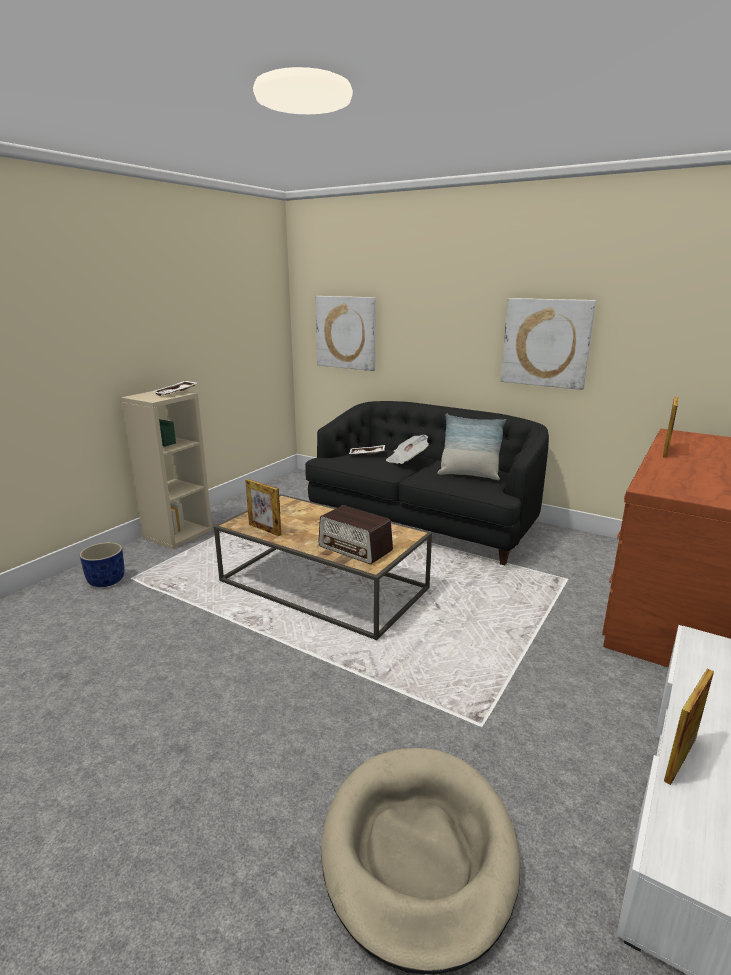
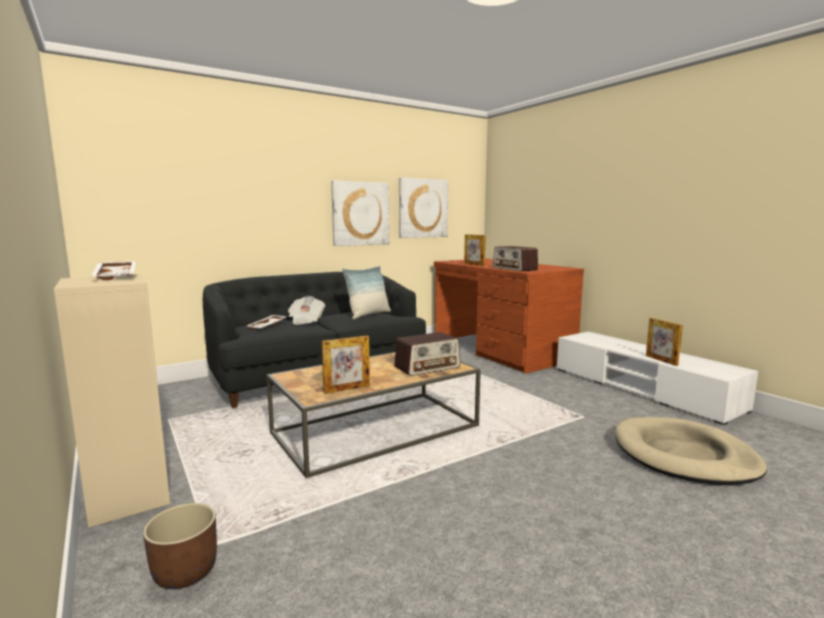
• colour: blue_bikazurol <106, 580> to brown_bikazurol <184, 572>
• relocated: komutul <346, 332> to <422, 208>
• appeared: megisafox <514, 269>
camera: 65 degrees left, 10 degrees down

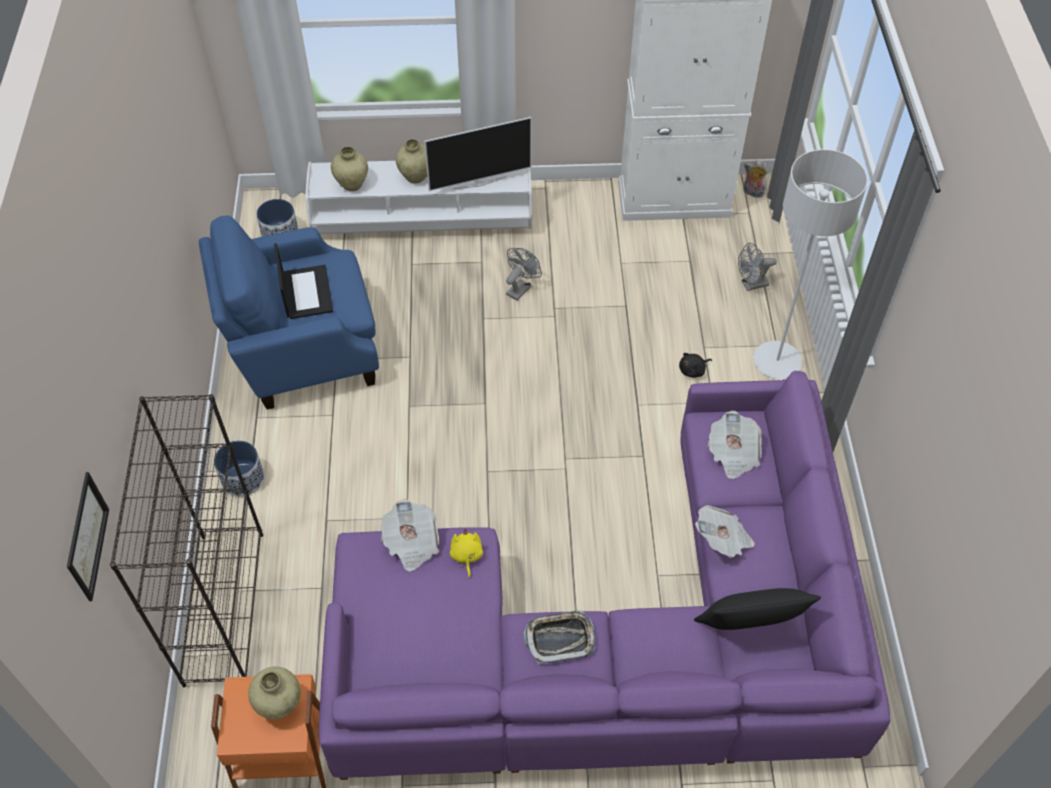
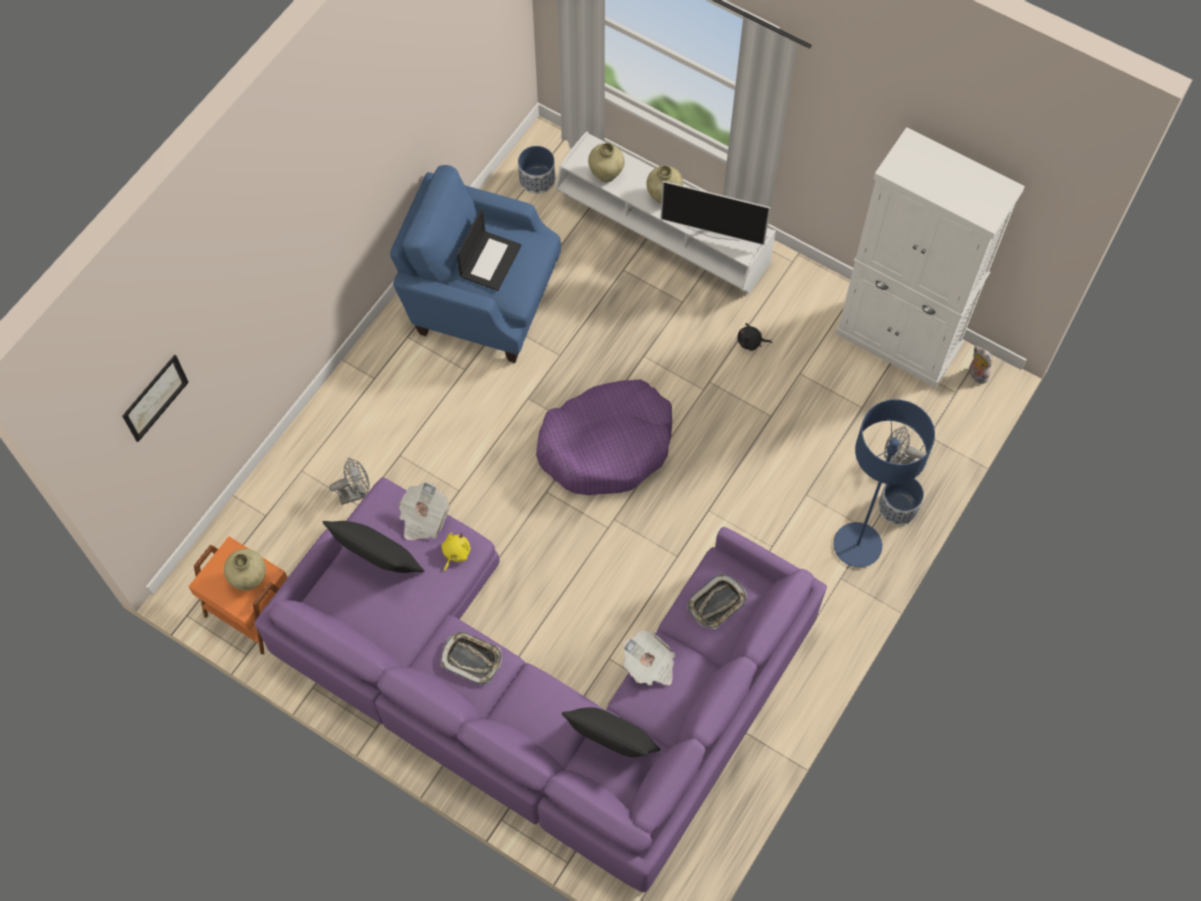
• appeared: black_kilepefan <379, 562>
• relocated: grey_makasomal <520, 288> to <355, 493>
• appeared: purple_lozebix <606, 445>
• exchanged: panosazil <733, 454> to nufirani <717, 603>
• relocated: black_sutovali <693, 370> to <751, 342>
• colour: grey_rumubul <777, 361> to blue_rumubul <857, 545>
• relocated: bikazurol <243, 479> to <897, 507>
• missing: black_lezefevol <223, 606>
camera: 35 degrees right, 10 degrees up

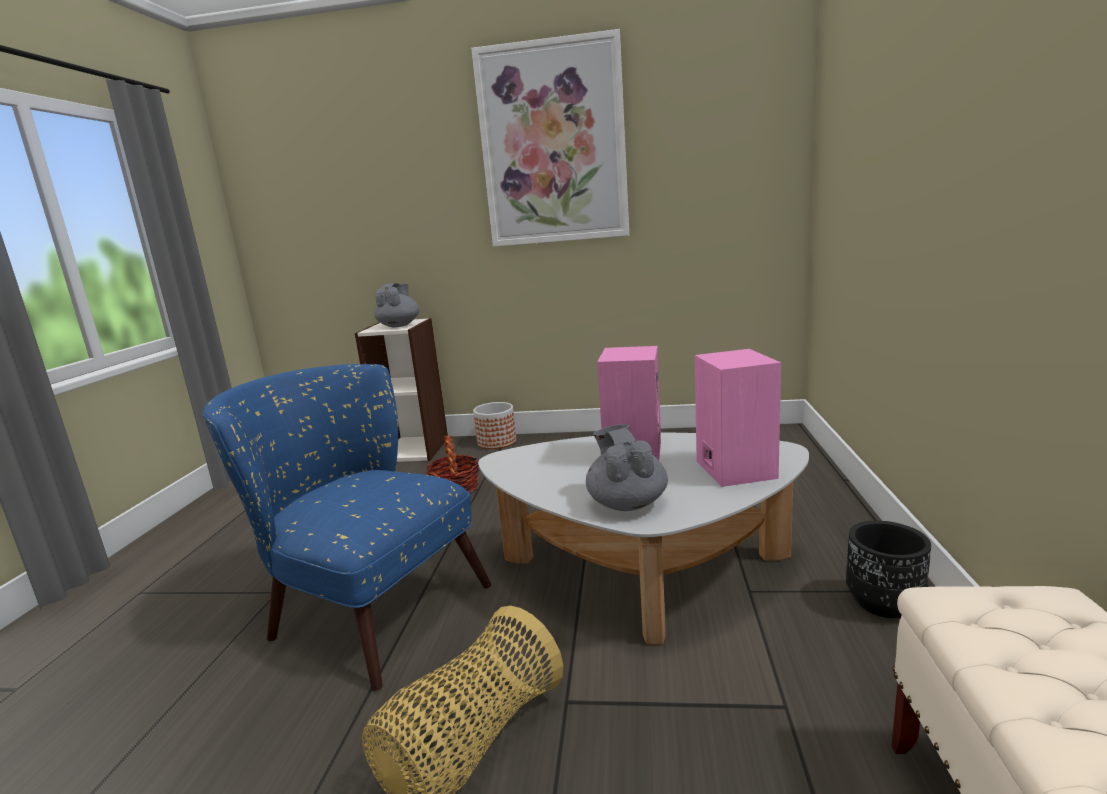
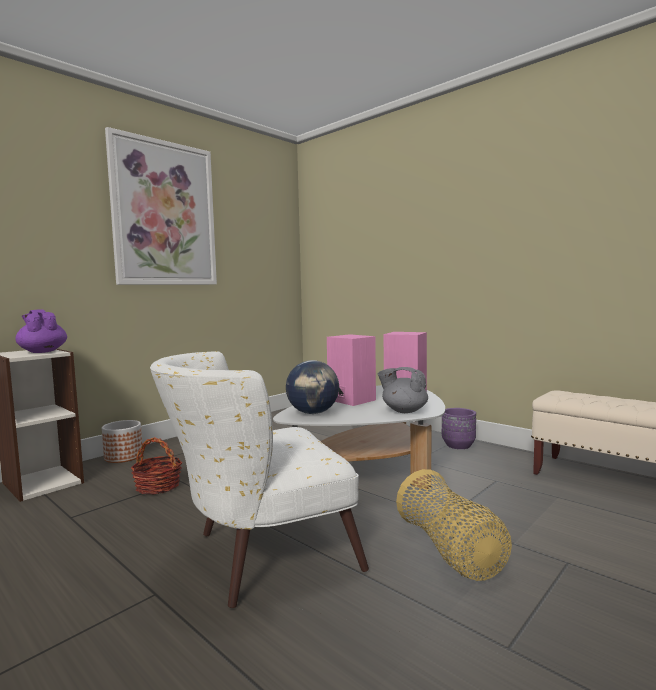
• colour: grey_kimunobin <399, 325> to purple_kimunobin <42, 352>
• colour: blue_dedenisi <367, 606> to white_dedenisi <259, 555>
• appeared: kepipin <313, 413>
• colour: black_bikazurol <884, 603> to purple_bikazurol <458, 445>
camera: 55 degrees left, 10 degrees down

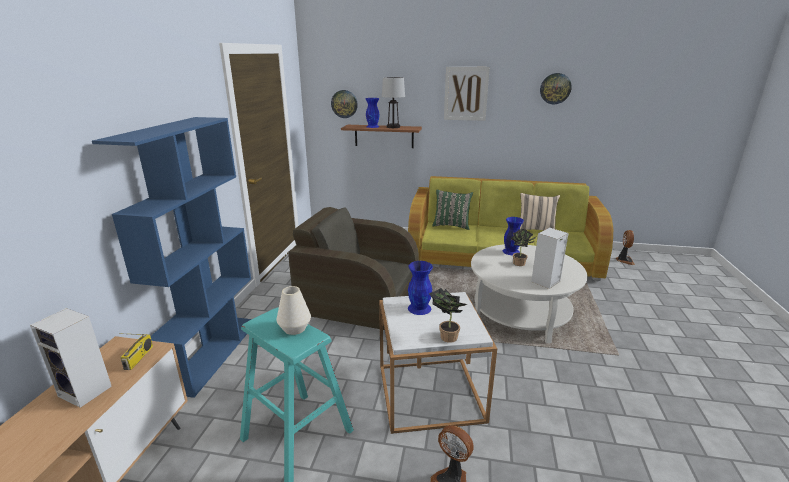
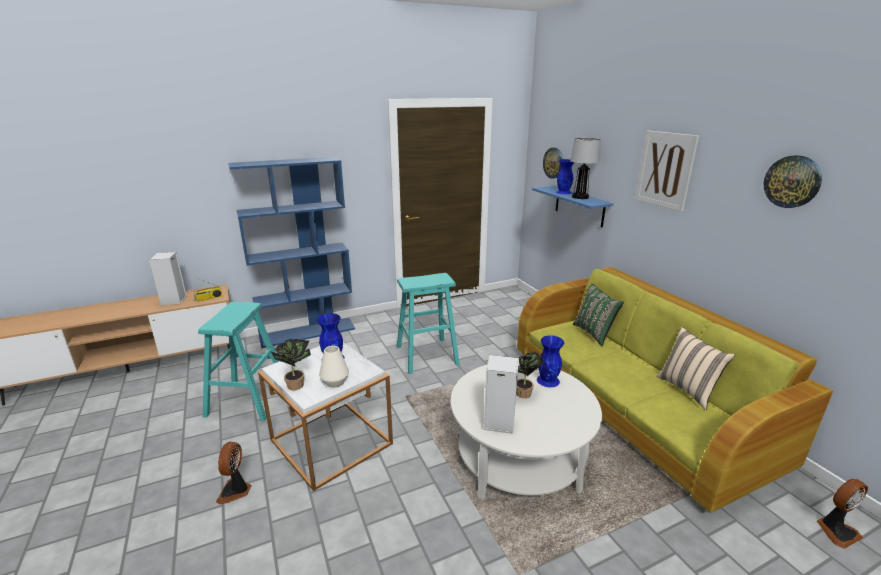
• relocated: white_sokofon <294, 328> to <335, 382>
• exchanged: brown_dedenisi <359, 301> to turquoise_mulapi <427, 355>
• colour: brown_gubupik <384, 136> to blue_gubupik <579, 206>
camera: 55 degrees right, 0 degrees up

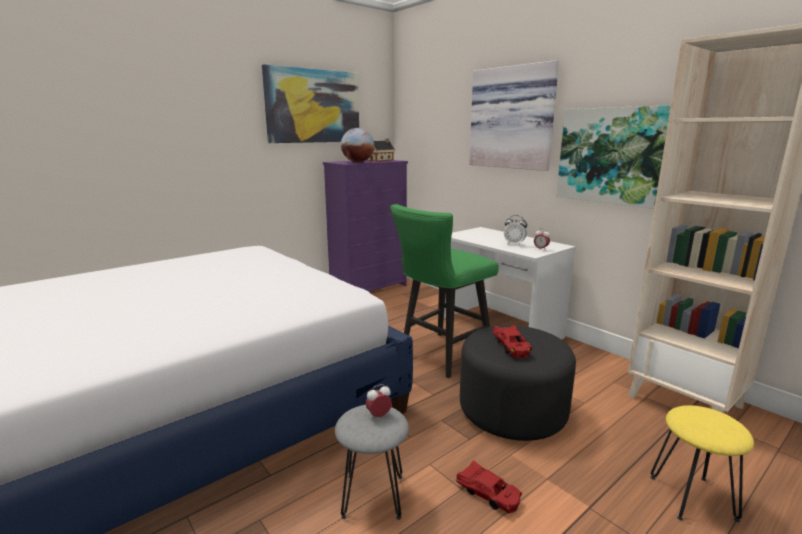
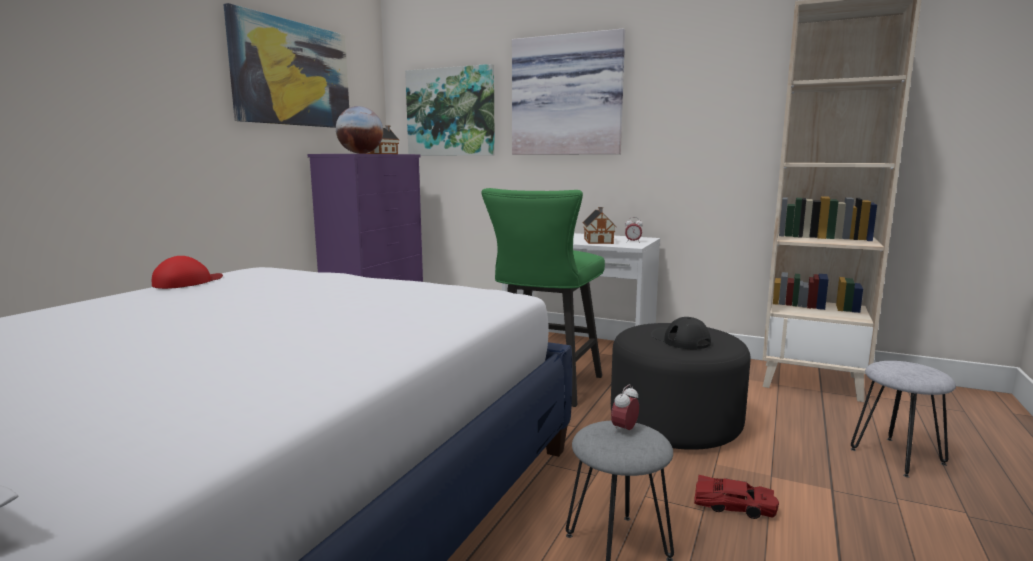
• appeared: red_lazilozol <187, 282>
• relocated: komutul <612, 156> to <451, 112>
• exchanged: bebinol <514, 244> to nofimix <598, 240>
• exchanged: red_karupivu <511, 347> to black_lazilozol <680, 340>
• colour: yellow_mulapi <692, 497> to grey_mulapi <896, 456>
camera: 25 degrees left, 5 degrees down

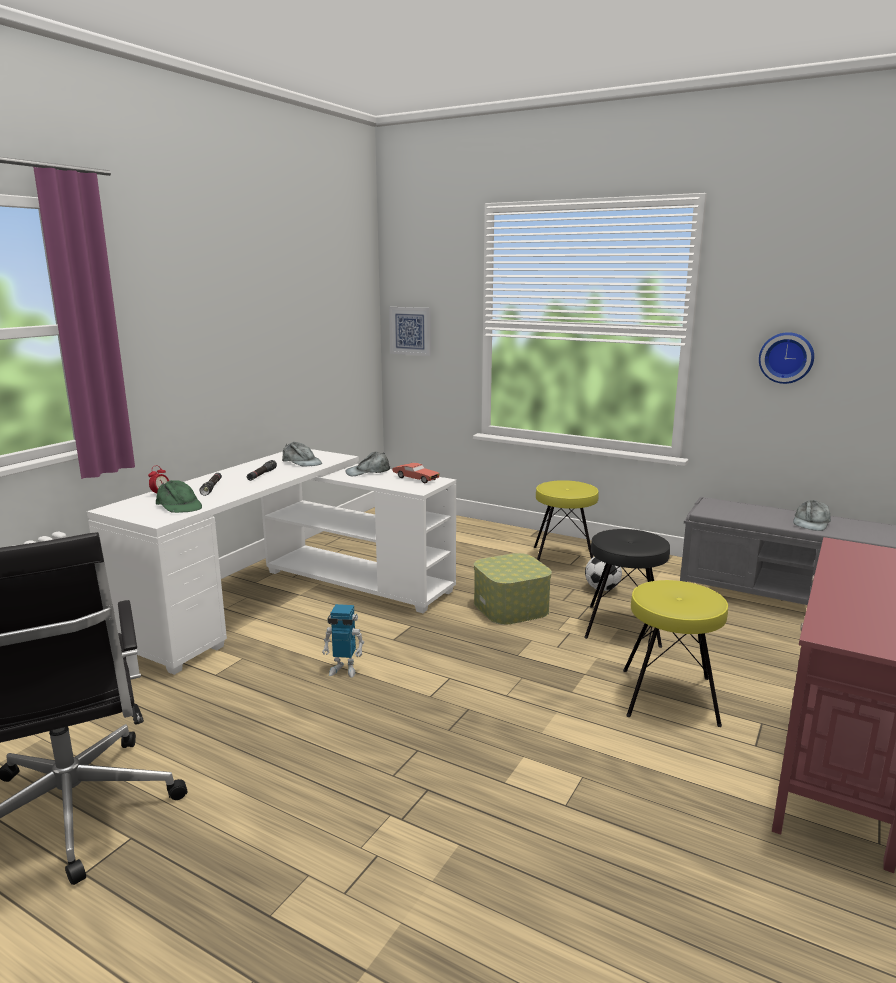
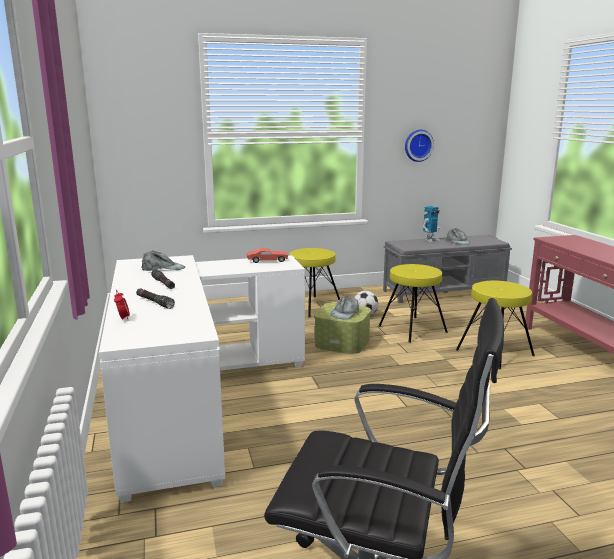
• relocated: grey_lazilozol <368, 472> to <345, 313>
• colour: black_mulapi <624, 625> to yellow_mulapi <412, 329>
• relocated: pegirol <344, 669> to <430, 240>
• missing: green_lazilozol <179, 505>
• missing: komutul <411, 331>
camera: 45 degrees left, 0 degrees up

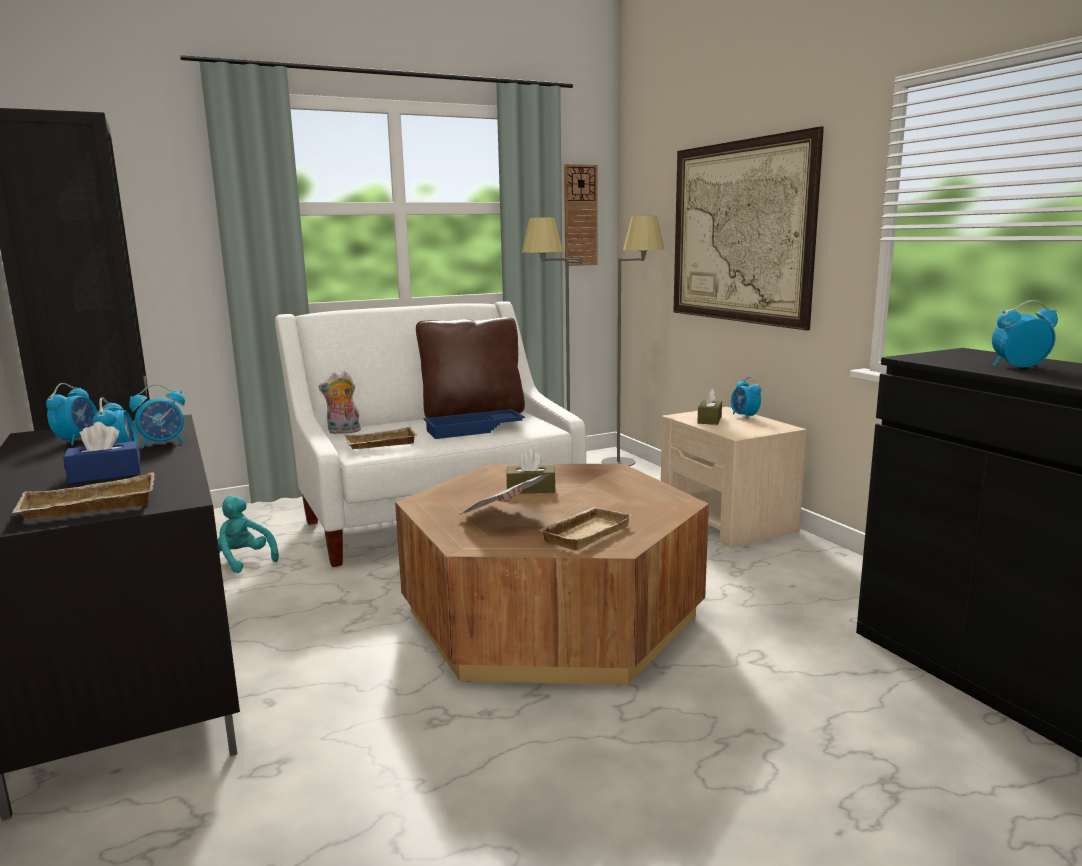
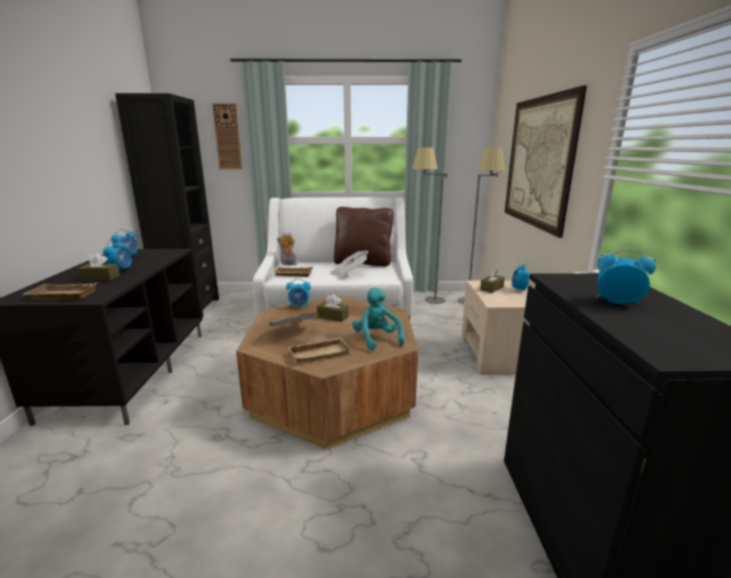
• colour: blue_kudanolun <105, 474> to brown_kudanolun <100, 278>
• relocated: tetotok <580, 215> to <228, 137>
• relocated: bebinol <163, 444> to <299, 306>
• exchanged: blue_nufirani <474, 430> to panosazil <348, 273>
• relocated: turquoise_sutovali <242, 561> to <376, 339>
camera: 25 degrees right, 5 degrees up

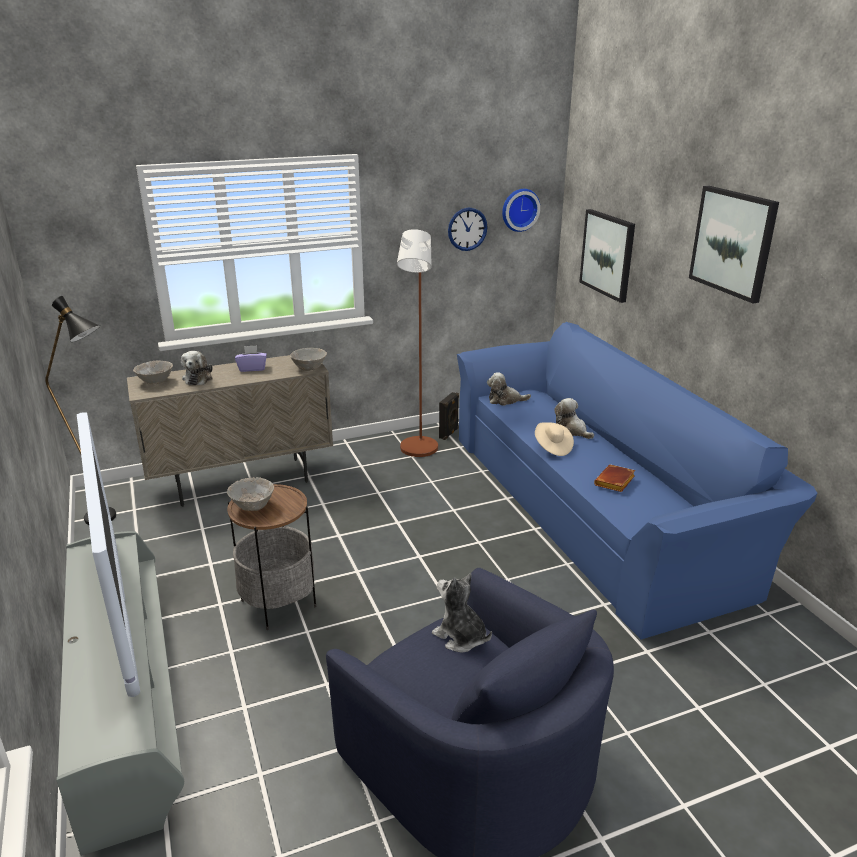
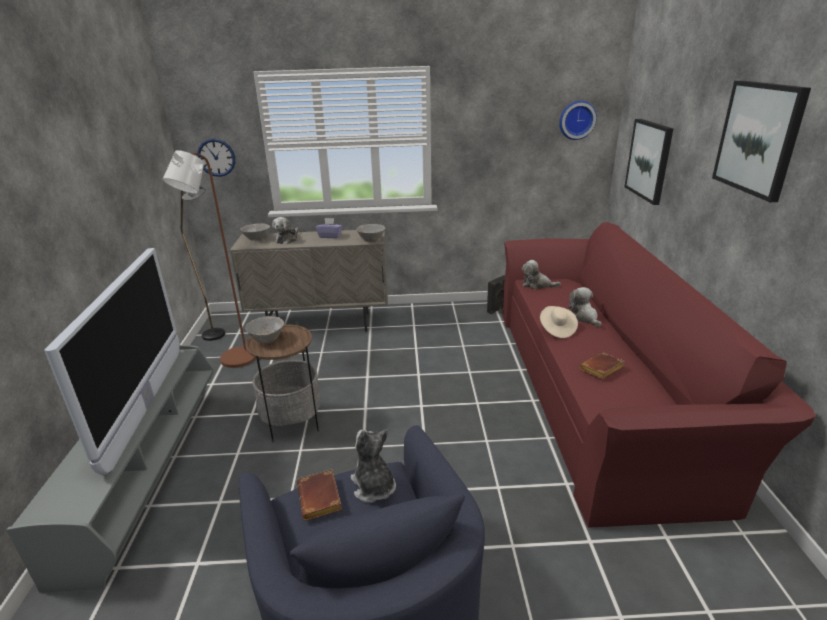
• relocated: brown_rumubul <418, 451> to <233, 361>
• relocated: tetotok <467, 229> to <216, 157>
• appeared: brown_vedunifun <321, 499>
• colour: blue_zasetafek <596, 506> to red_zasetafek <600, 390>
camera: 20 degrees right, 0 degrees up

